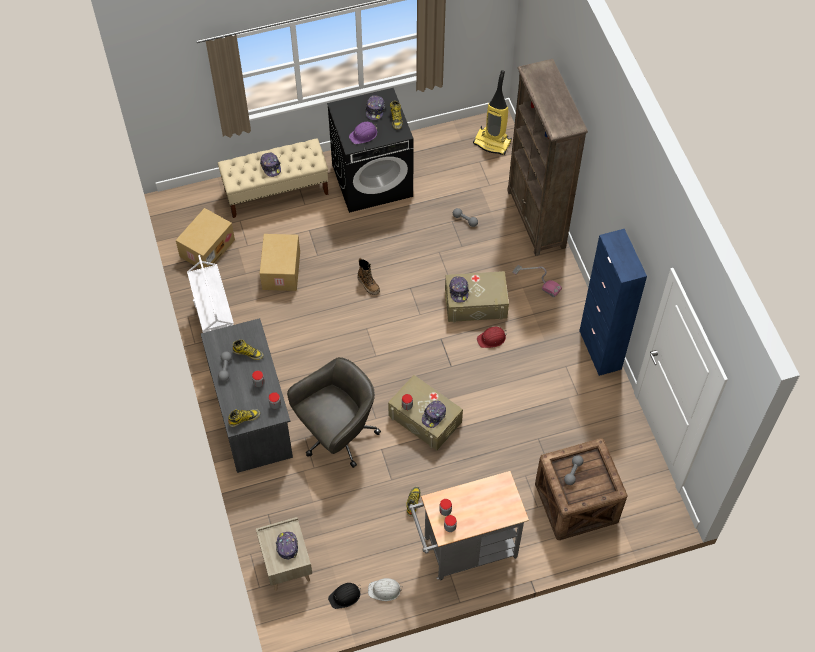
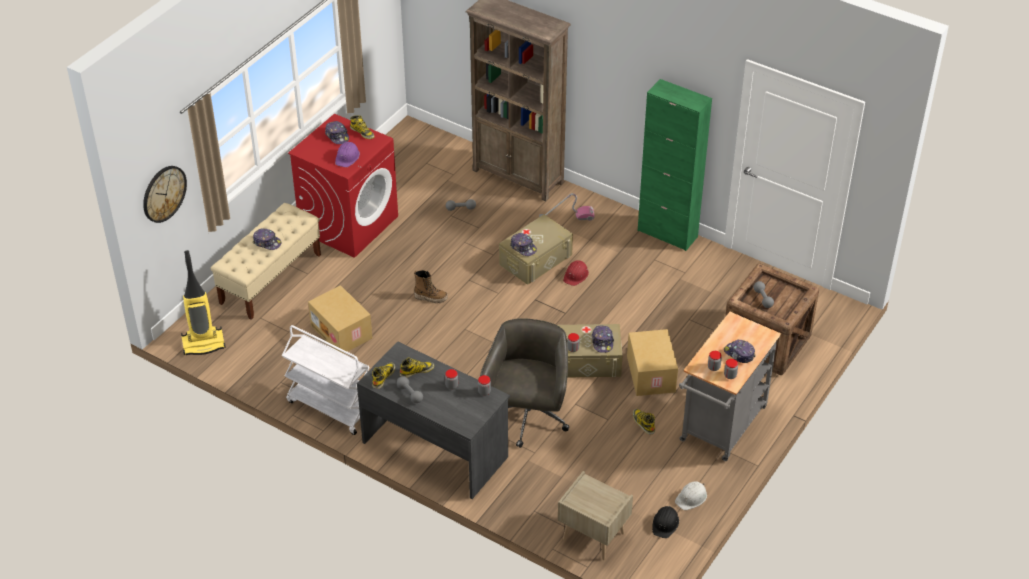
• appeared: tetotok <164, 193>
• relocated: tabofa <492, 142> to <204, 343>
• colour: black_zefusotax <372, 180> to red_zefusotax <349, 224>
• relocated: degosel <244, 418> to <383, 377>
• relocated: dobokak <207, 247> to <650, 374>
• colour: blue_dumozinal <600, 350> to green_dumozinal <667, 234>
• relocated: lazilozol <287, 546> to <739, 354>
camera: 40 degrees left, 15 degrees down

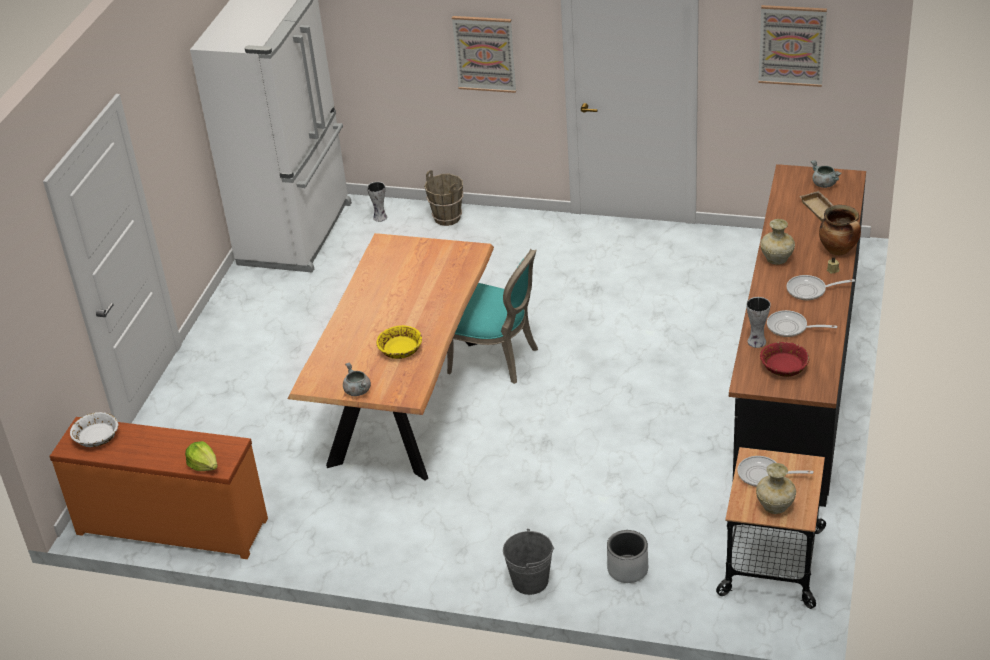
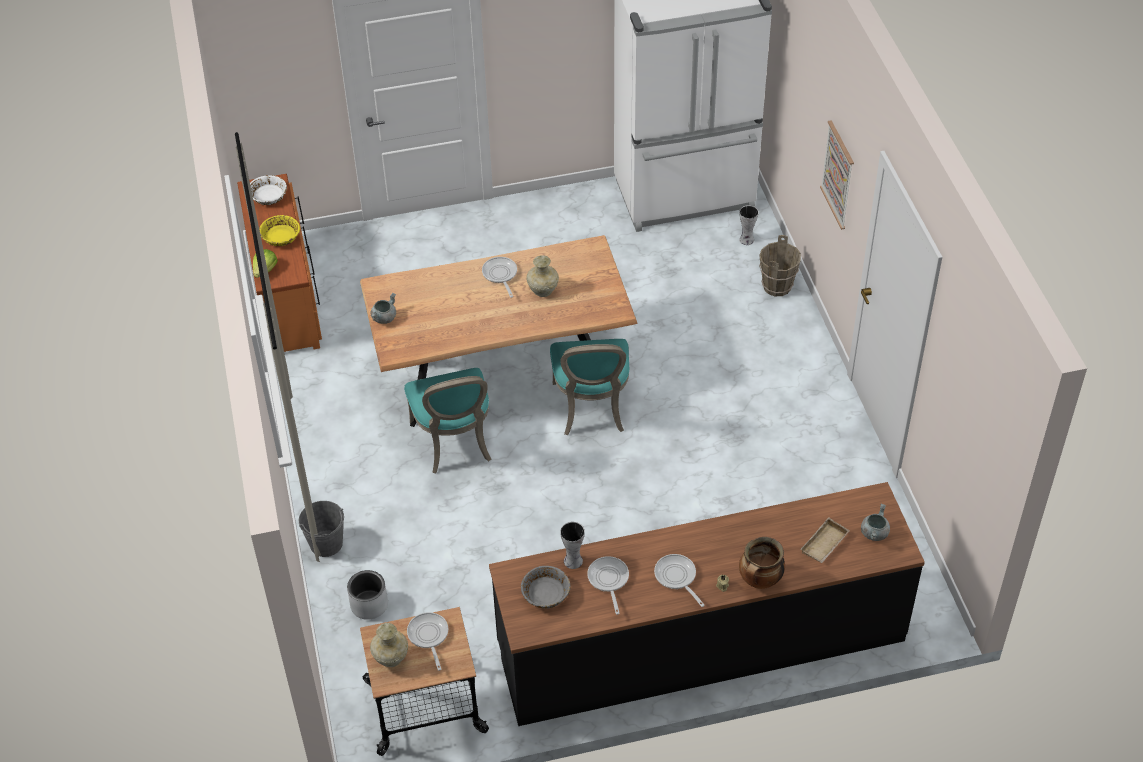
• relocated: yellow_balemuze <400, 349> to <280, 237>
• appeared: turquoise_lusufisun <454, 443>
• appeared: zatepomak <500, 275>
• colour: red_balemuze <784, 366> to grey_balemuze <546, 594>
• relocated: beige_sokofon <777, 260> to <542, 291>
• missing: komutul <792, 45>
camera: 60 degrees right, 10 degrees up

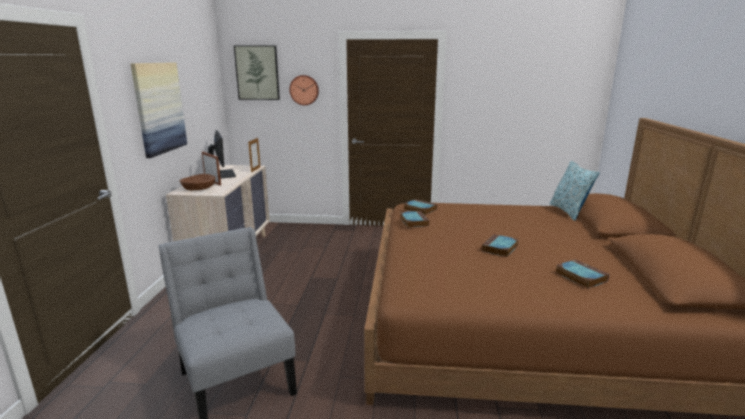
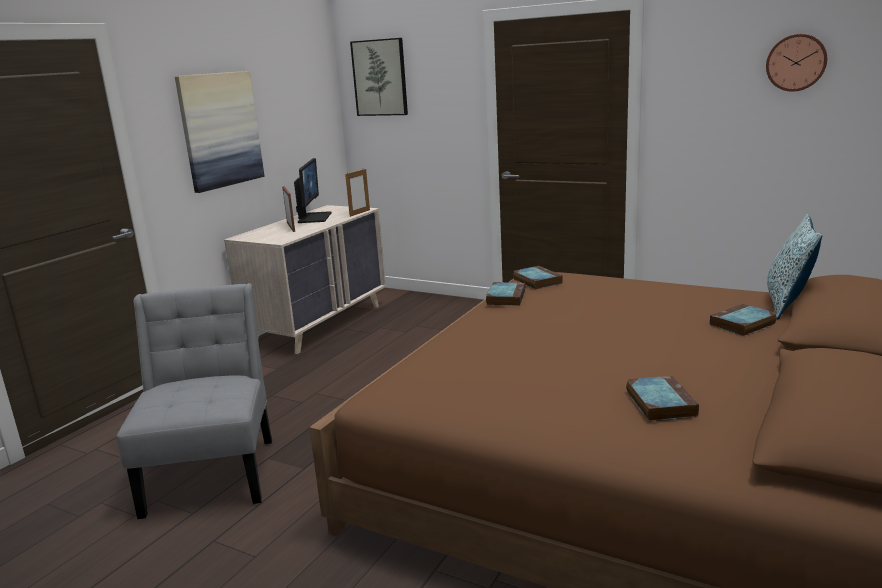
• relocated: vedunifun <500, 248> to <742, 325>
• relocated: tetotok <304, 90> to <796, 62>
• missing: brown_balemuze <199, 188>
camera: 25 degrees right, 0 degrees up

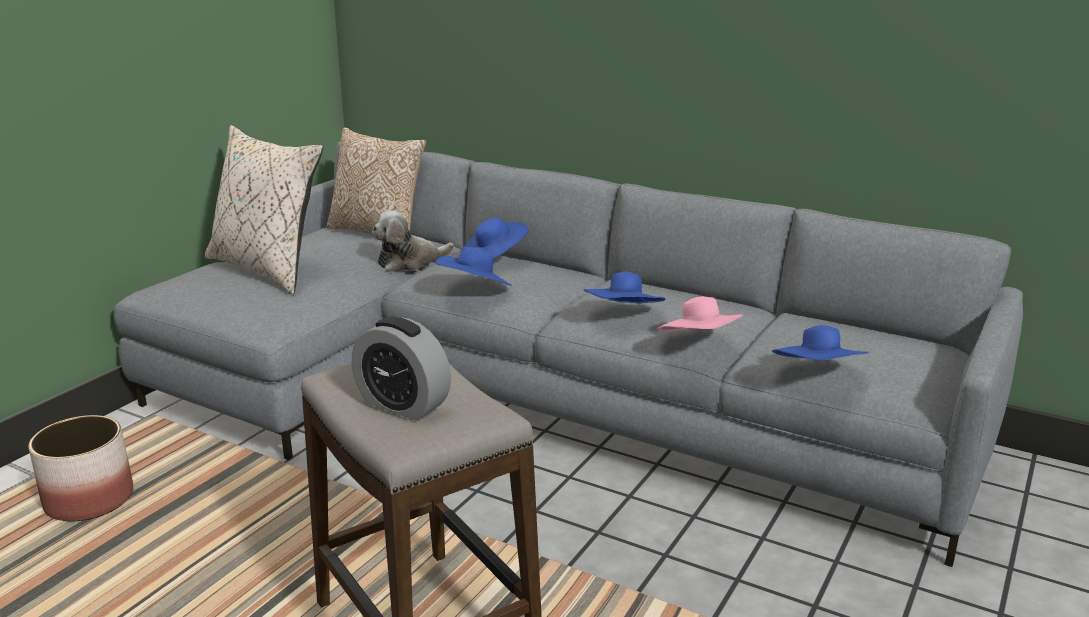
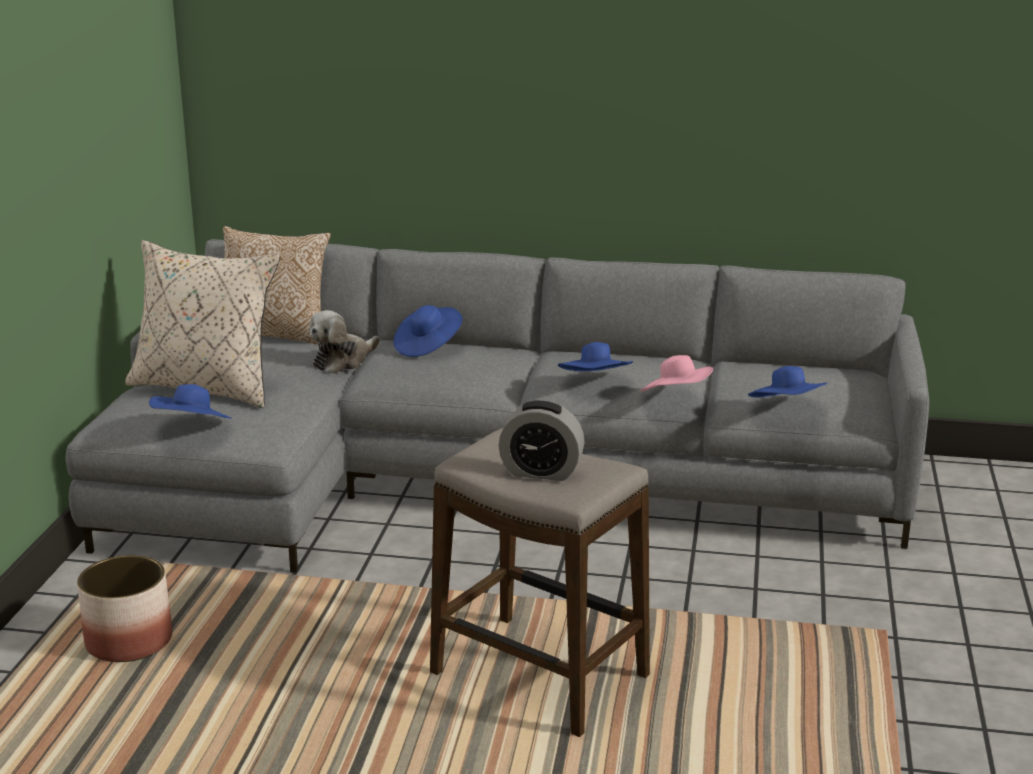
• relocated: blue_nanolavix <475, 290> to <192, 428>
camera: 20 degrees left, 0 degrees up

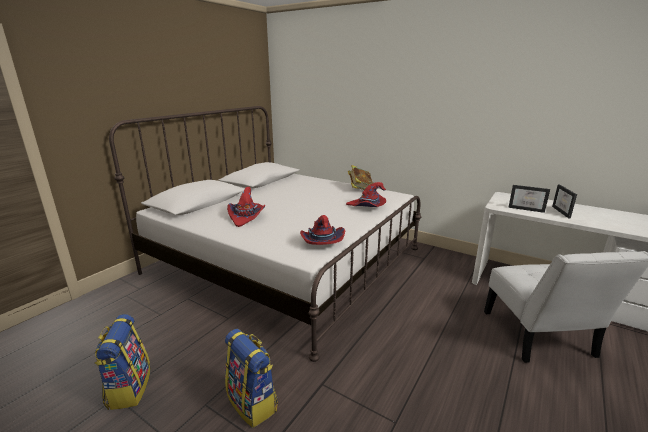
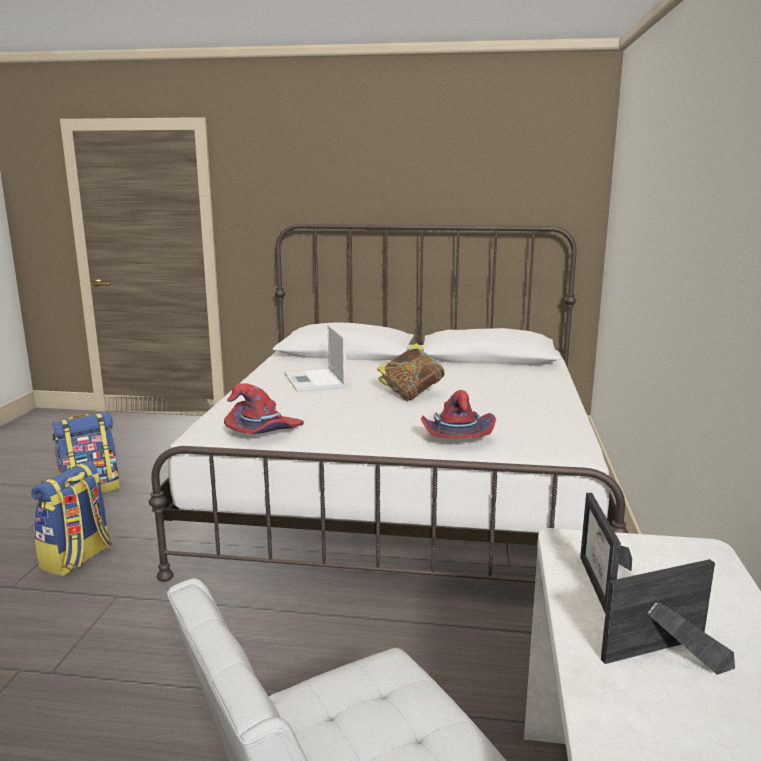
• exchanged: red_nanolavix <246, 217> to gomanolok <315, 381>
• relocated: vedunifun <360, 189> to <411, 394>
camera: 65 degrees right, 5 degrees down

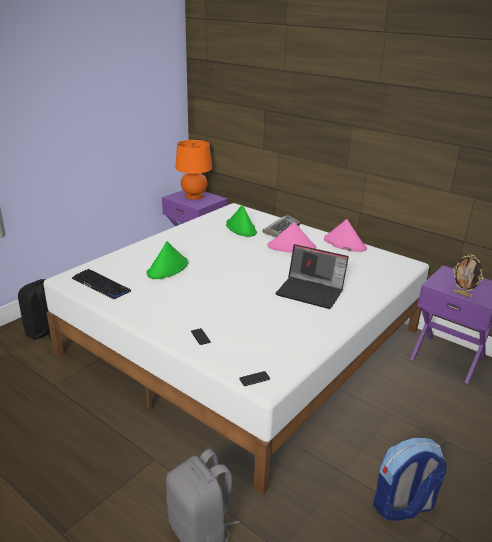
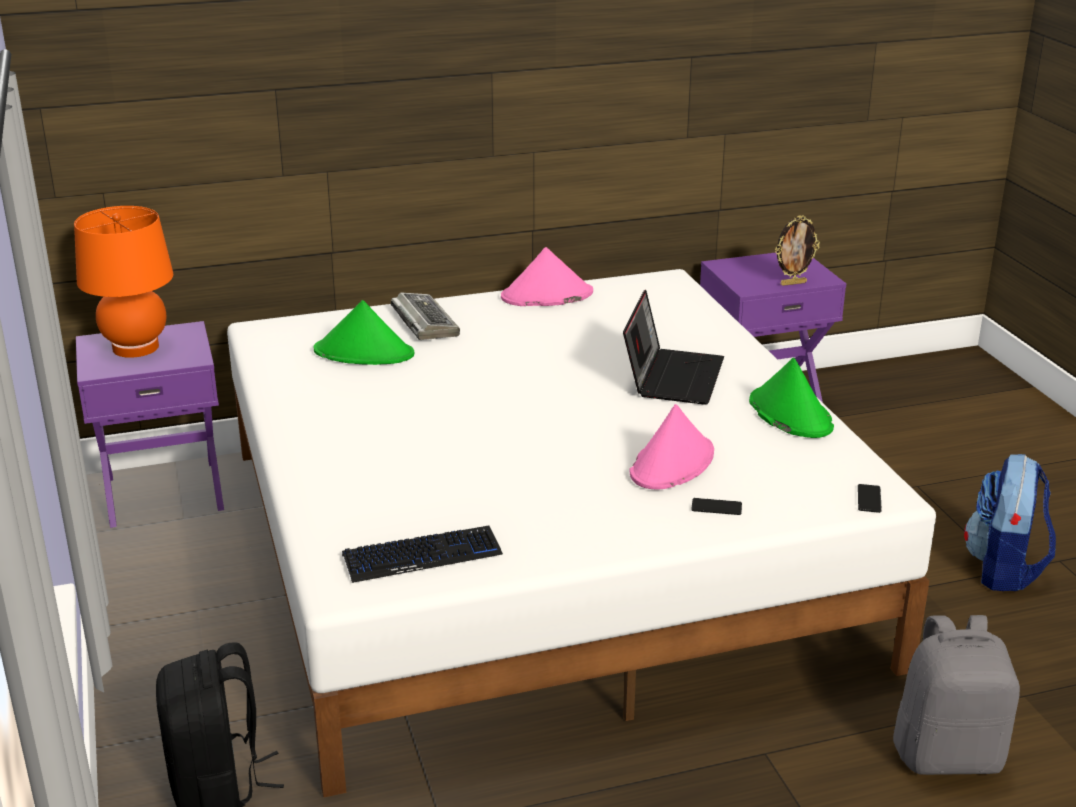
• spun: gomanolok <311, 292> = <672, 376> 45 degrees counterclockwise
• relocated: pink_nanolavix <291, 247> to <672, 463>
• relocated: green_nanolavix <168, 268> to <789, 414>
camera: 55 degrees left, 0 degrees up

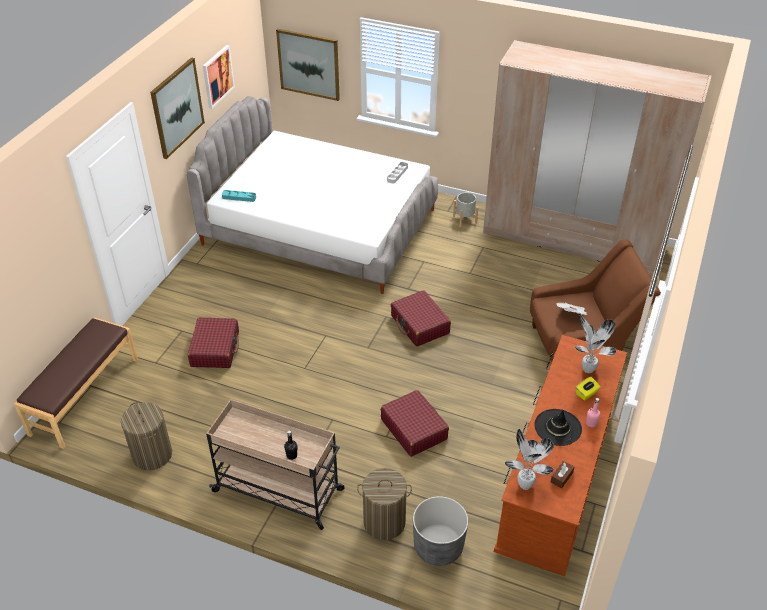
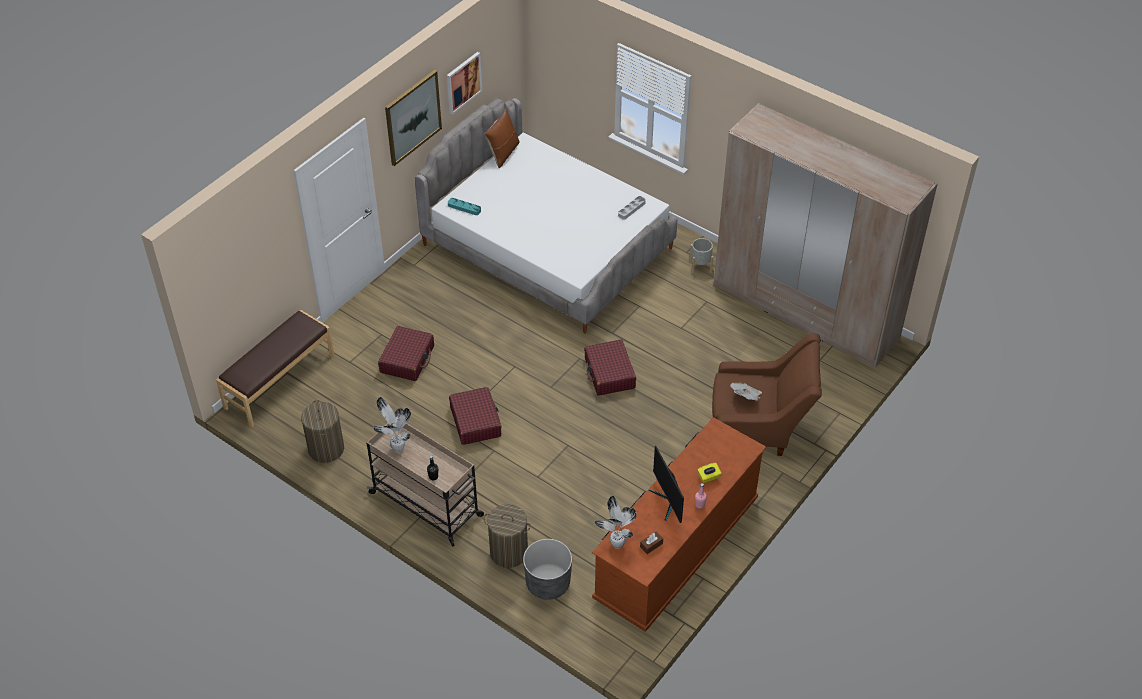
• relocated: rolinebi <587, 369> to <397, 447>
• relocated: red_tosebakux <414, 429> to <475, 421>
• appeared: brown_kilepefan <503, 153>
• exchanged: black_nanolavix <557, 427> to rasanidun <668, 502>
• missing: komutul <309, 64>
camera: 15 degrees right, 5 degrees up

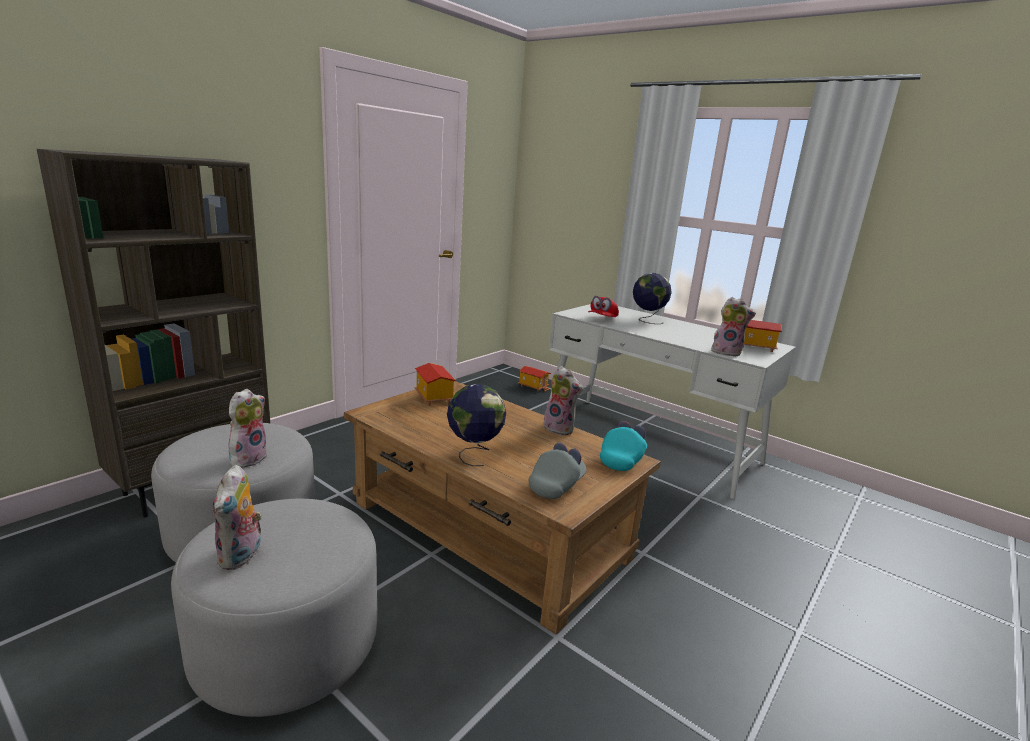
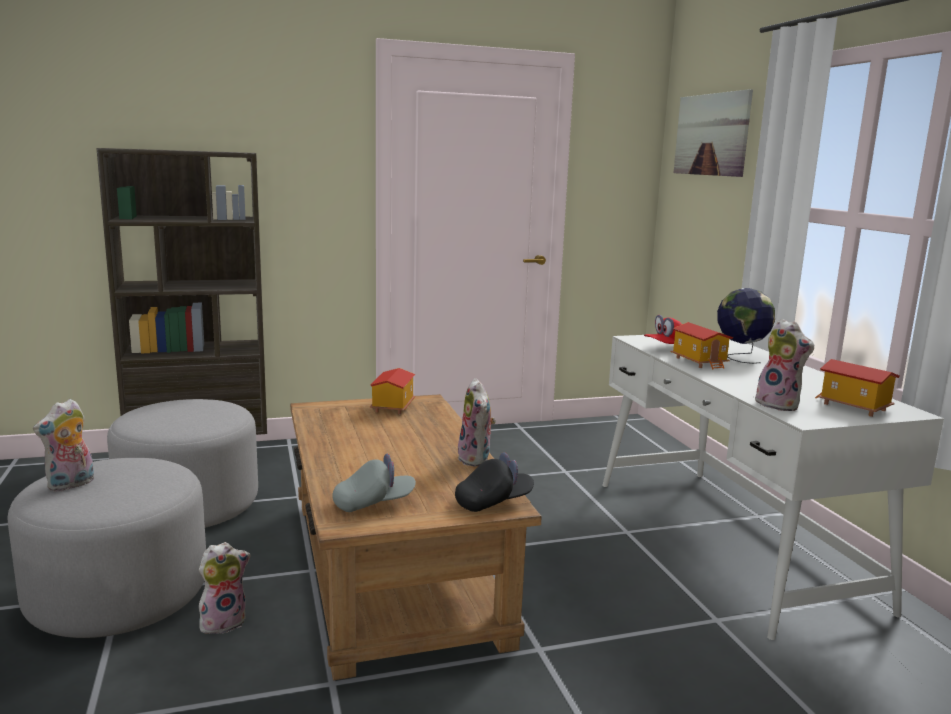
• relocated: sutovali <248, 458> to <224, 621>
• colour: turquoise_lazilozol <622, 459> to black_lazilozol <493, 502>
• relocated: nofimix <533, 386> to <700, 362>
• appeared: komutul <711, 134>
• missing: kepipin <474, 454>
camera: 35 degrees right, 5 degrees down

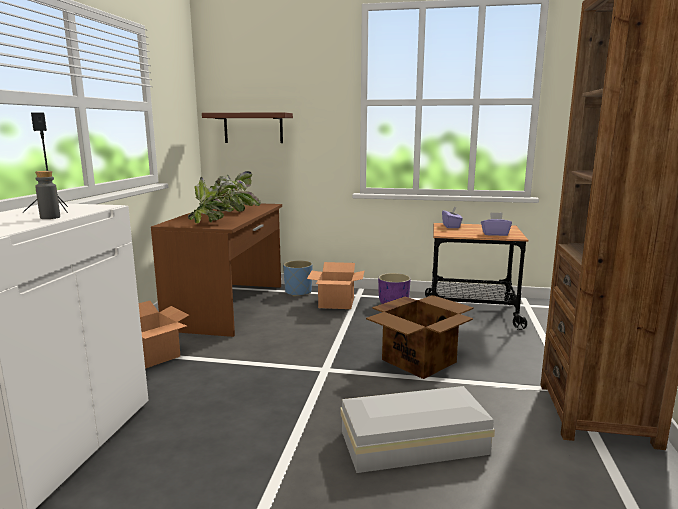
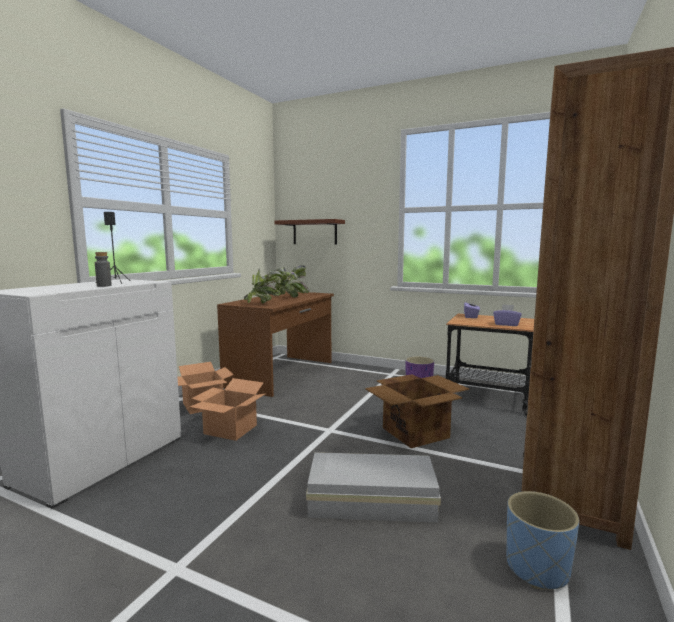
• relocated: dobokak <337, 303> to <231, 429>
• relocated: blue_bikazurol <298, 292> to <537, 569>
camera: 15 degrees right, 5 degrees down

